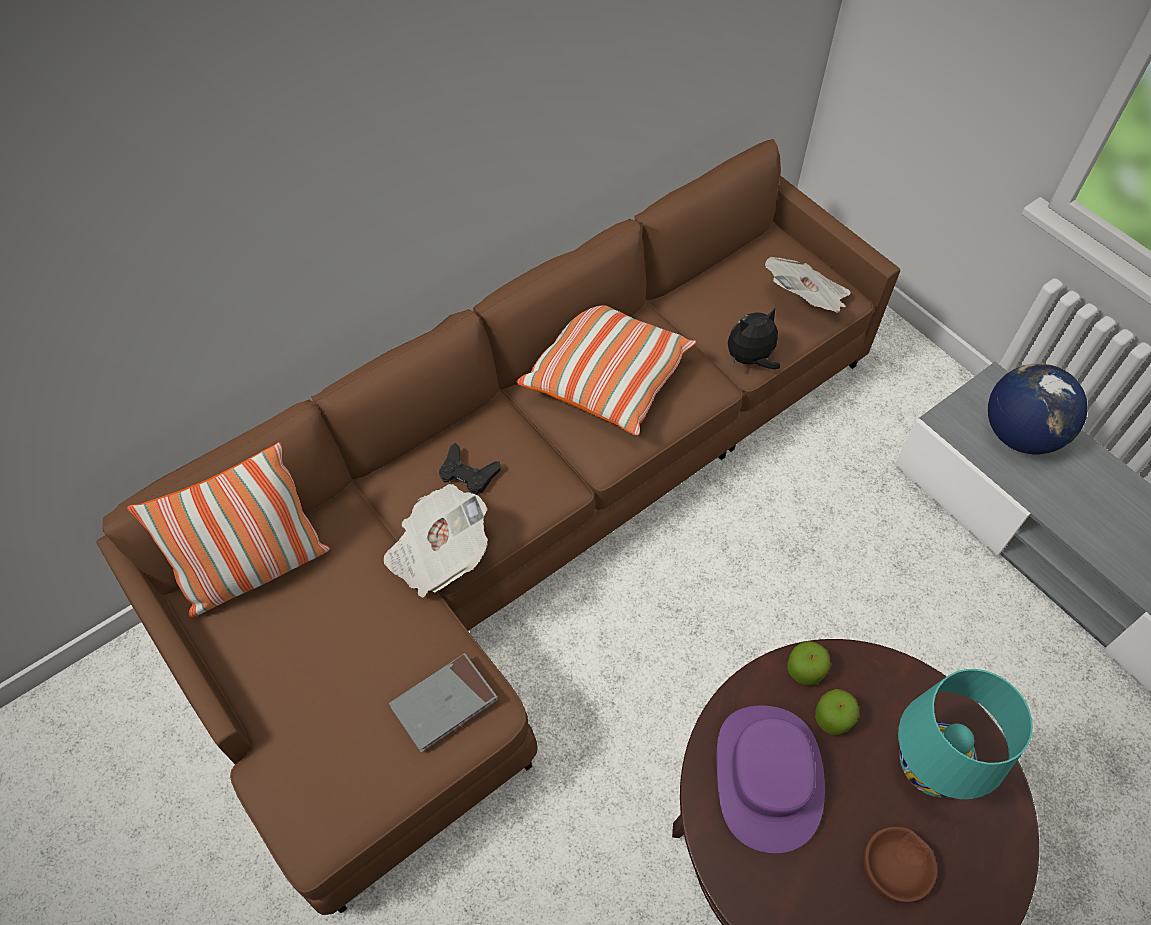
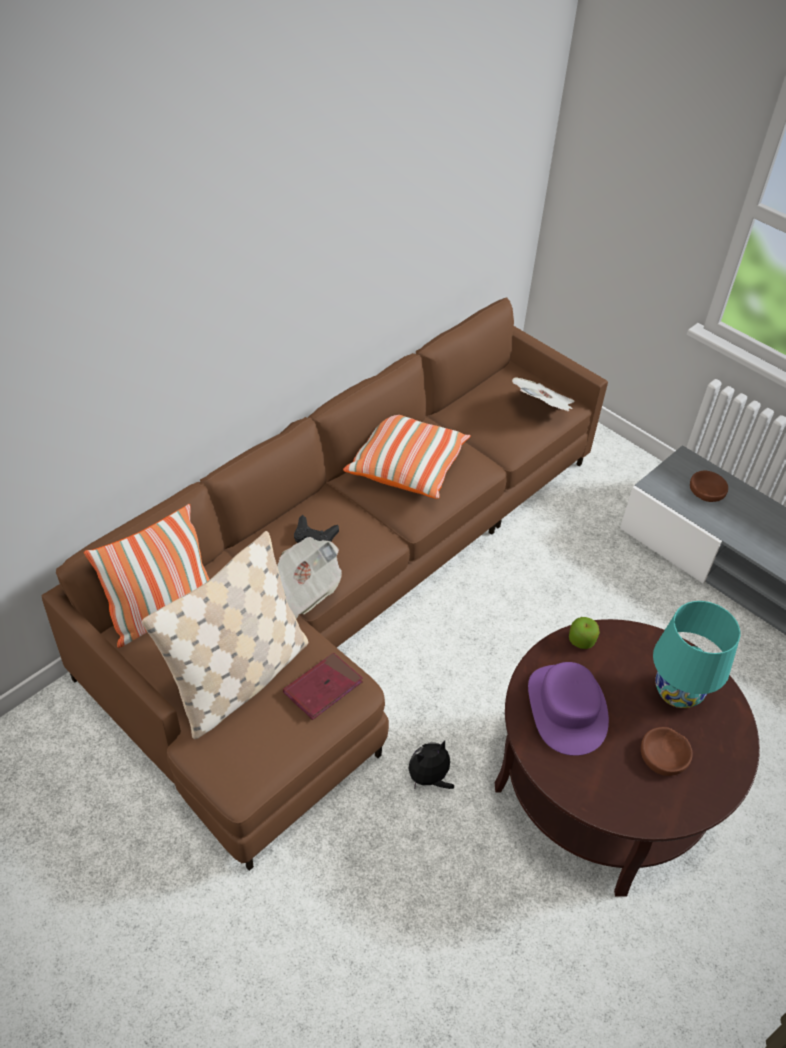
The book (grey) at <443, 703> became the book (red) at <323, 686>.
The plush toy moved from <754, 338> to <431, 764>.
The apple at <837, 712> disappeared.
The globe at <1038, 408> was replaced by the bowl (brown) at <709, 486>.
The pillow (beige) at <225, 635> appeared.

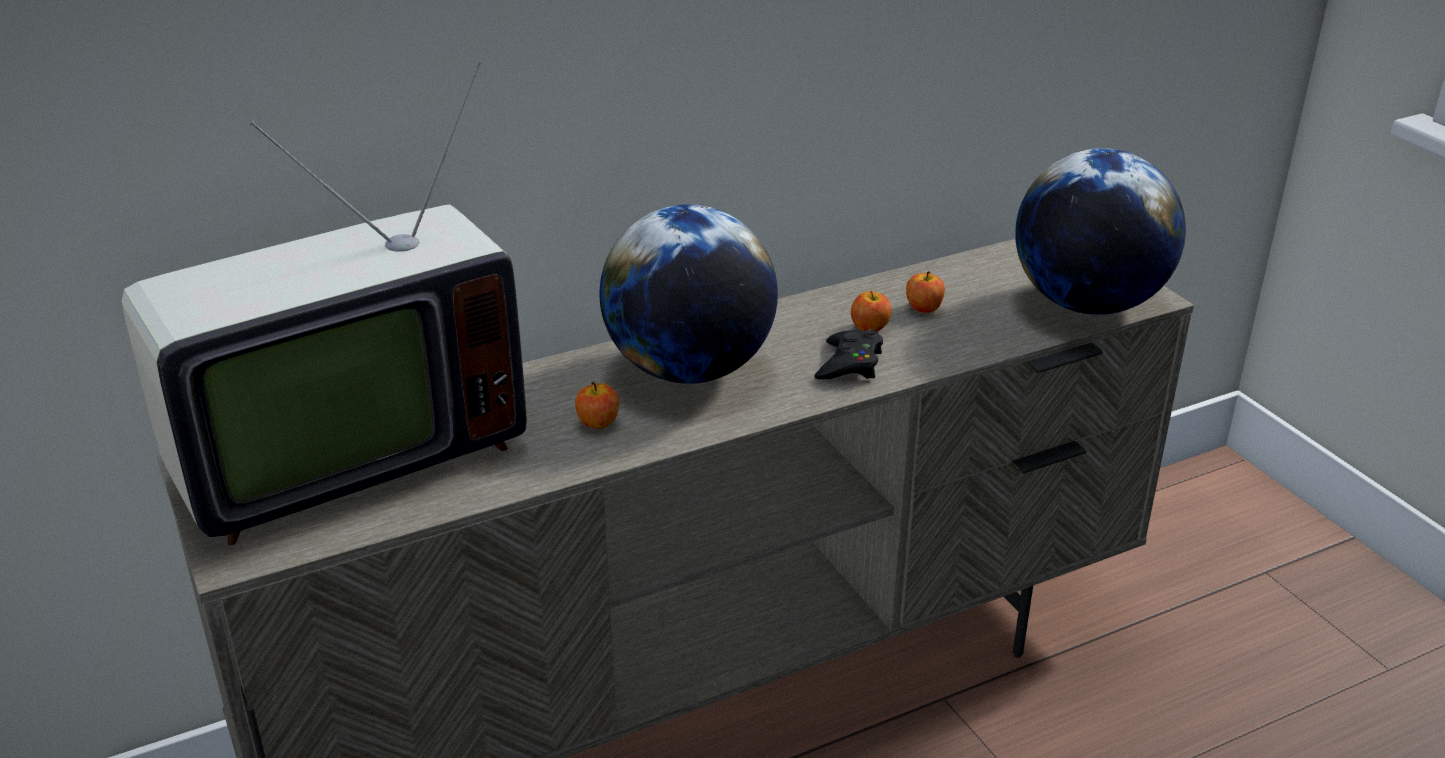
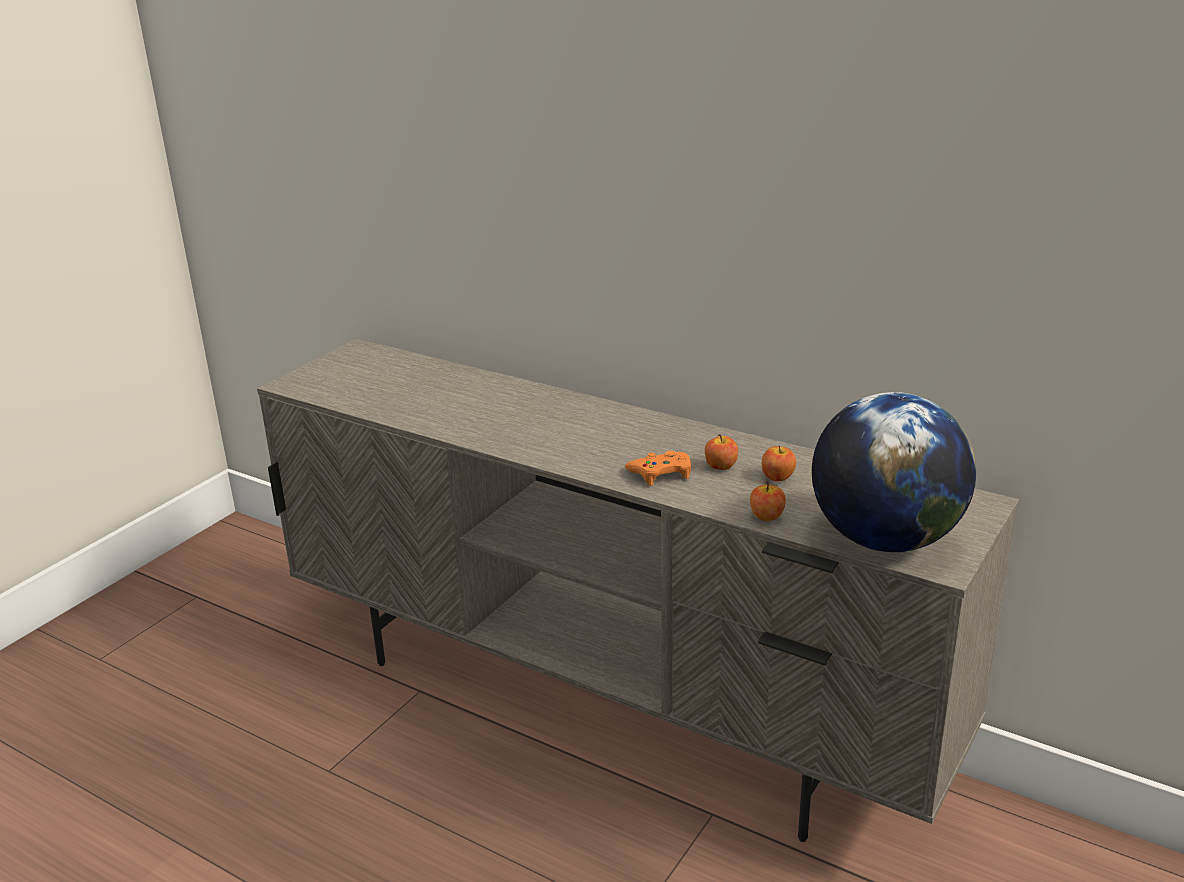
The television at <324, 302> disappeared.
The apple moved from <597, 405> to <768, 501>.
The globe at <689, 294> disappeared.
The game controller (black) at <848, 354> became the game controller (orange) at <658, 468>.

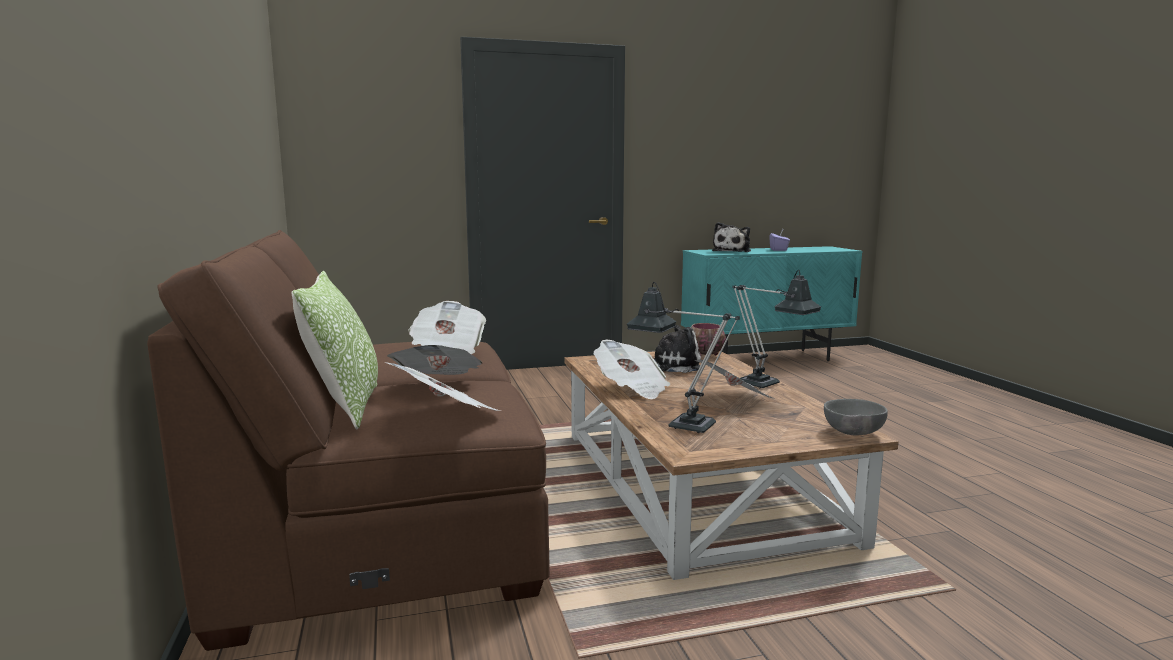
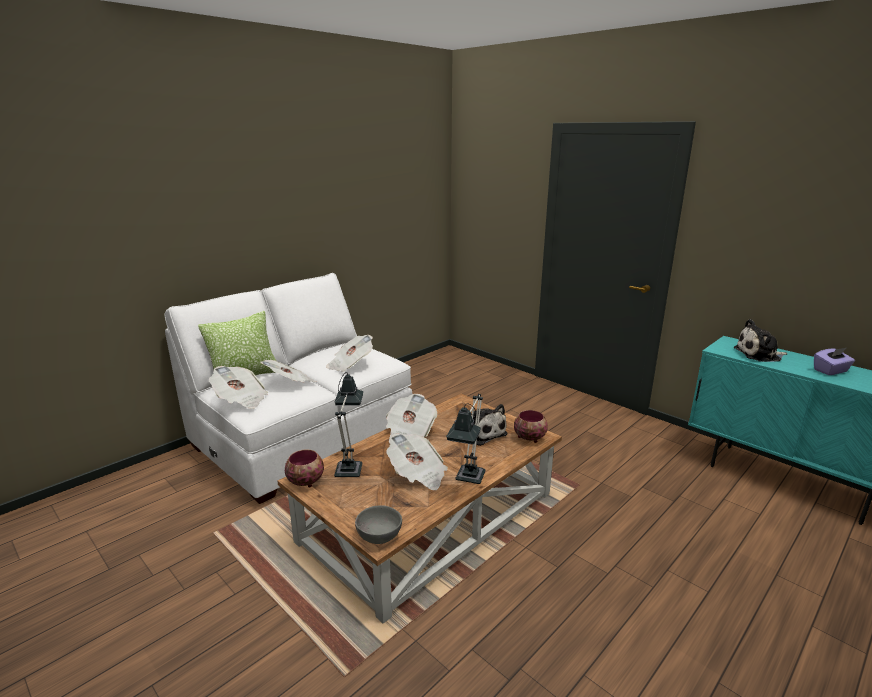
The sofa (brown) at <348, 440> became the sofa (white) at <288, 388>.
The bowl at <304, 468> appeared.

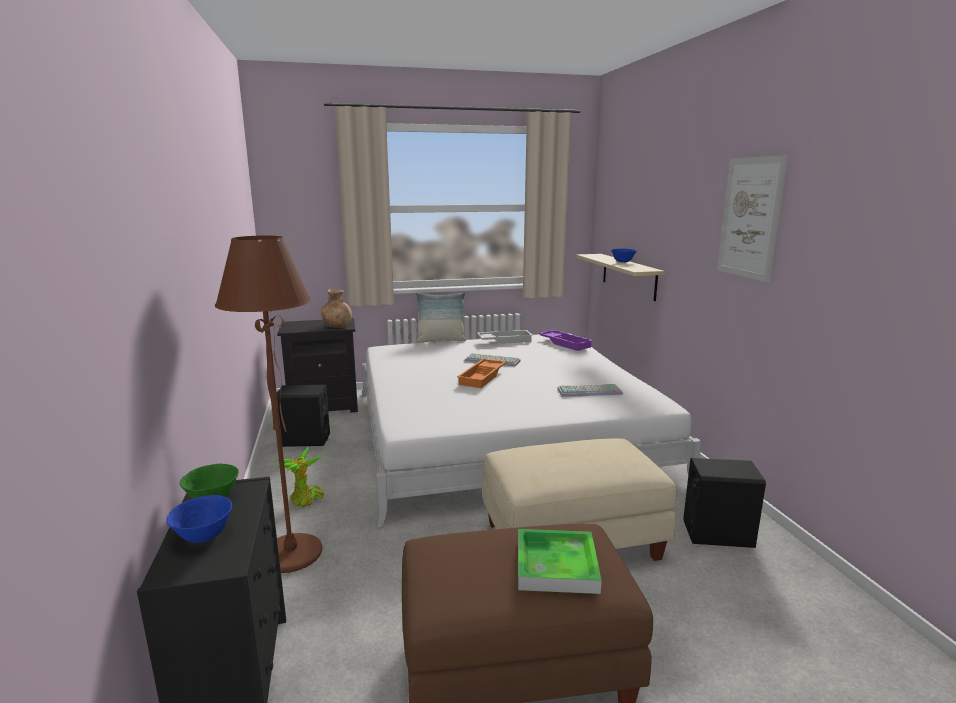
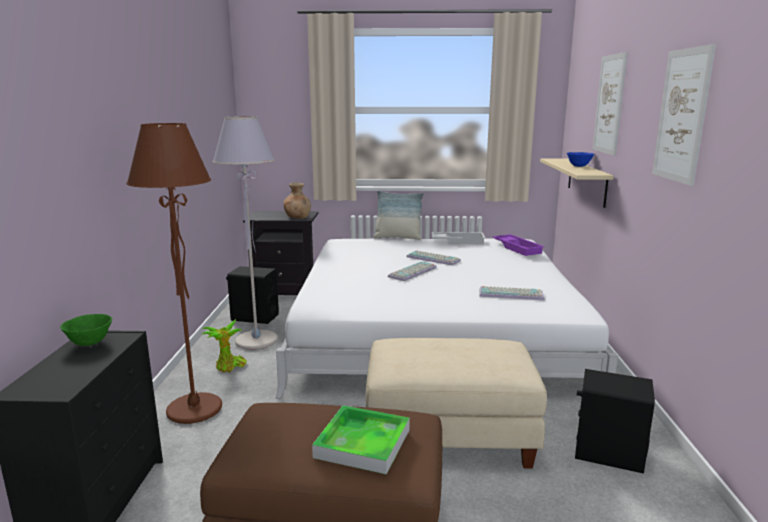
The bowl (blue) at <199, 519> disappeared.
The tray (orange) at <481, 373> was replaced by the keyboard at <412, 271>.
The floor lamp (grey) at <245, 233> appeared.
The picture at <610, 104> appeared.

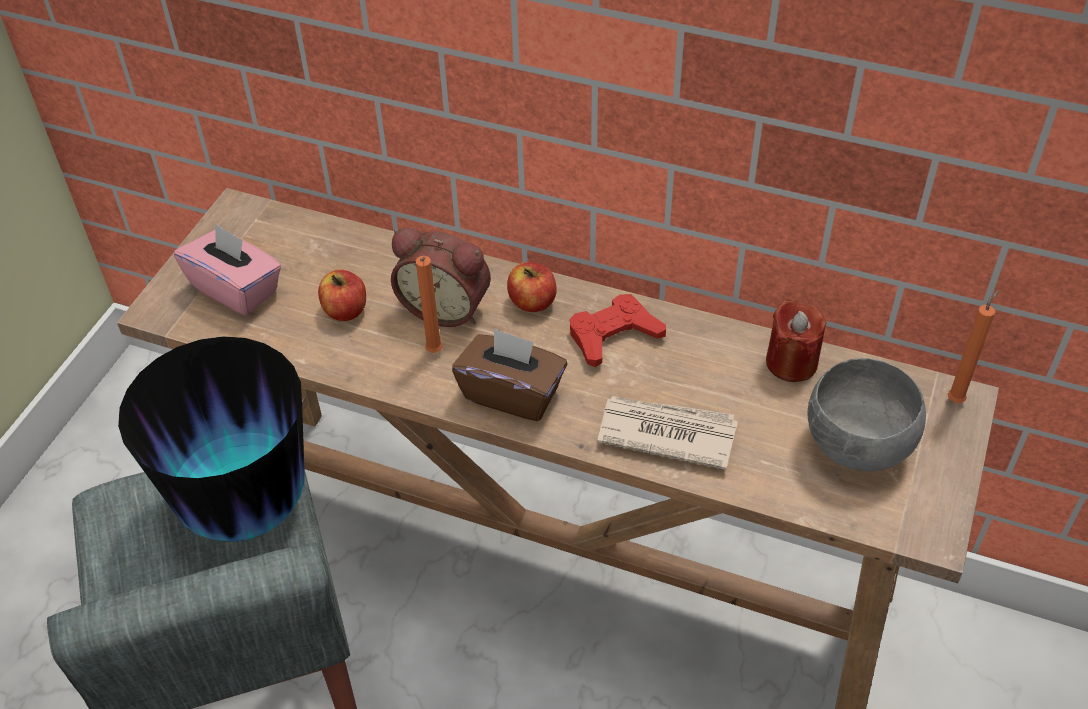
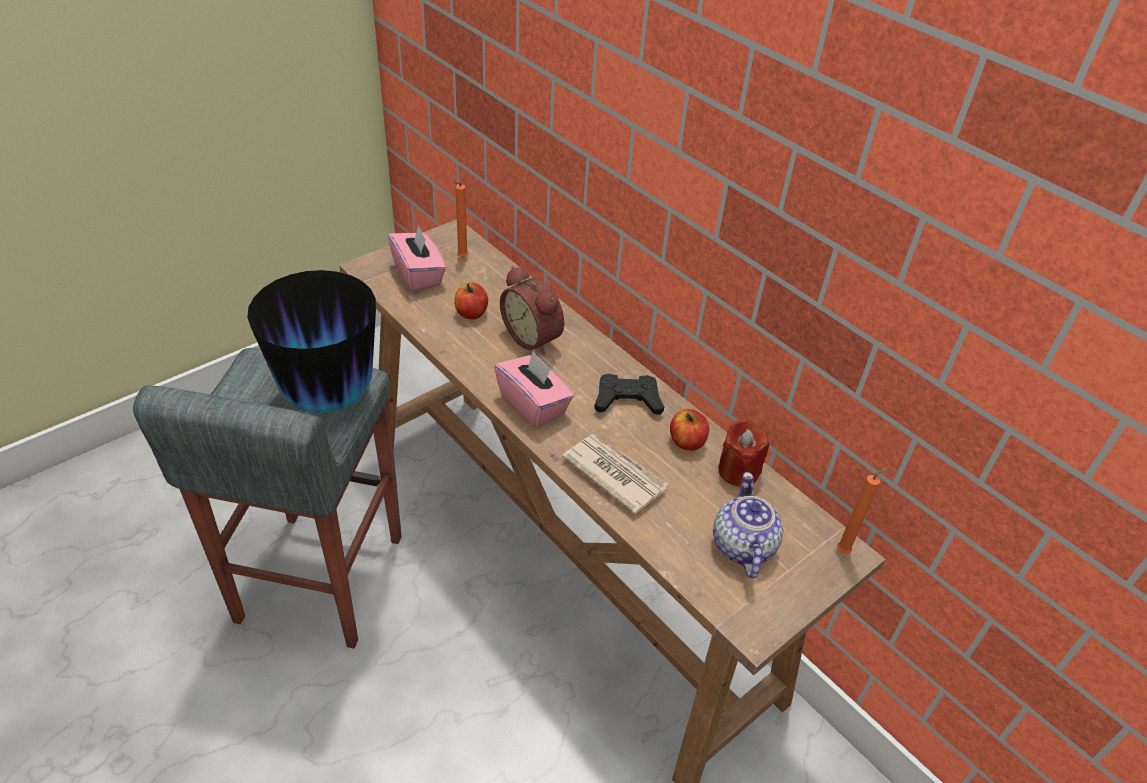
The candle (orange) moved from <429, 304> to <461, 220>.
The tissue box (brown) at <509, 374> became the tissue box (pink) at <534, 389>.
The apple moved from <532, 287> to <689, 430>.
The game controller (red) at <618, 330> became the game controller (black) at <629, 394>.
The bowl (grey) at <866, 414> was replaced by the teapot at <748, 525>.

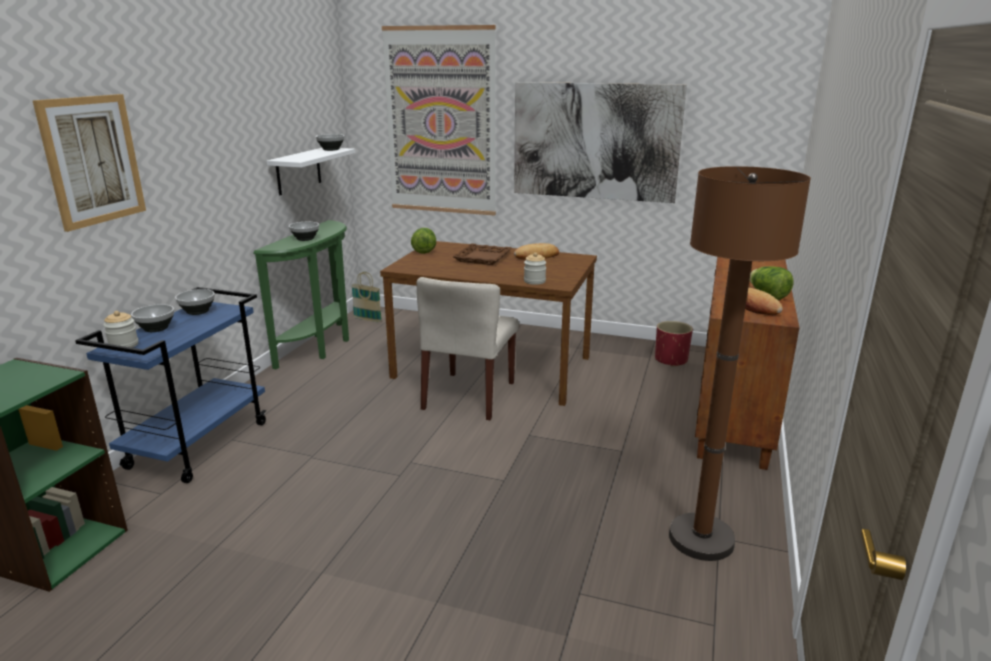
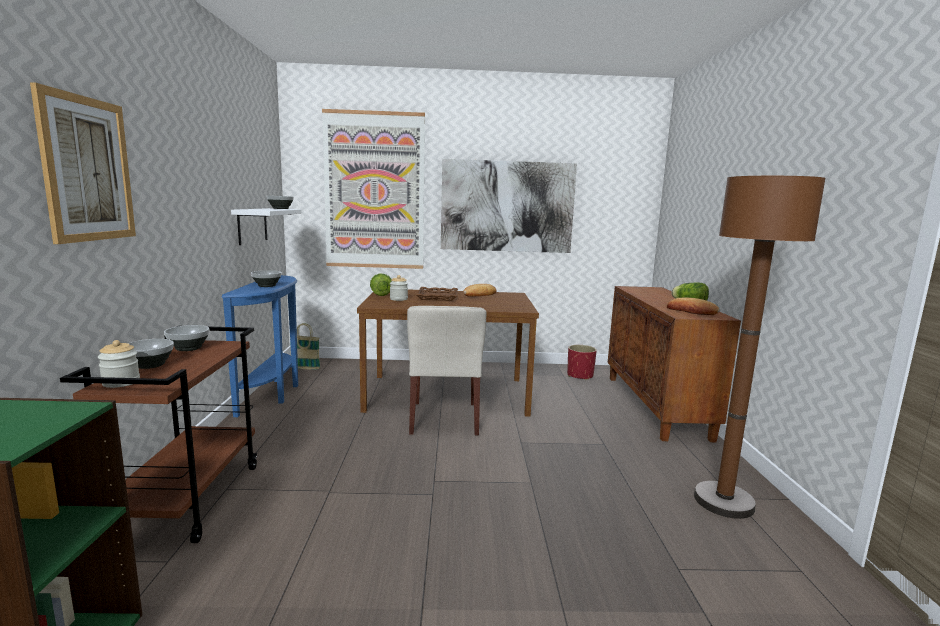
The cart (blue) at <171, 385> became the cart (brown) at <159, 434>.
The console table (green) at <301, 295> became the console table (blue) at <260, 346>.
The jar moved from <535, 268> to <399, 288>.

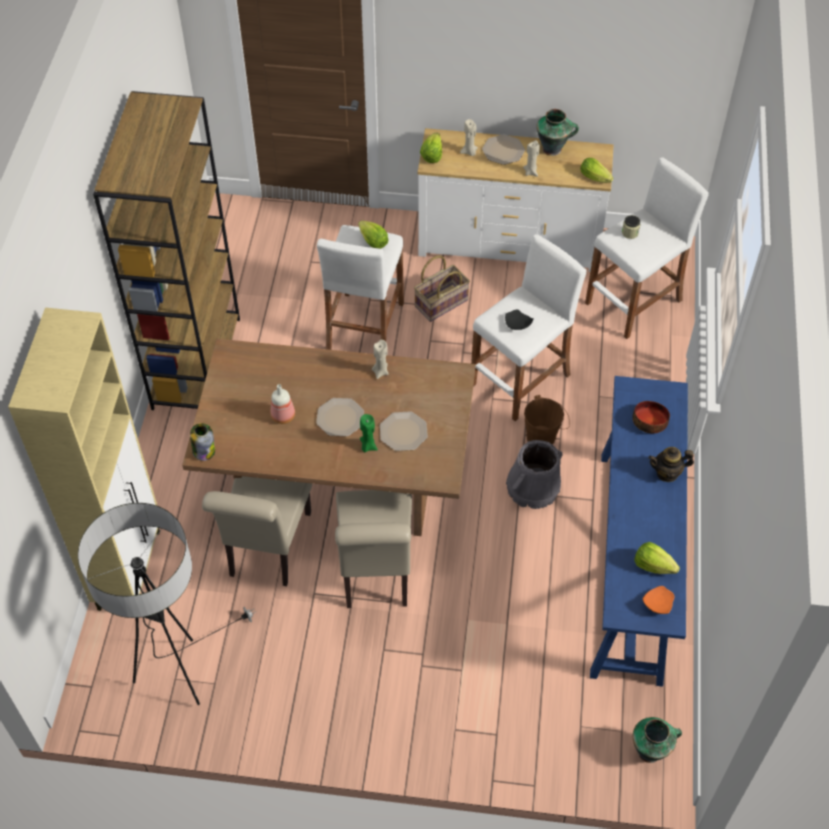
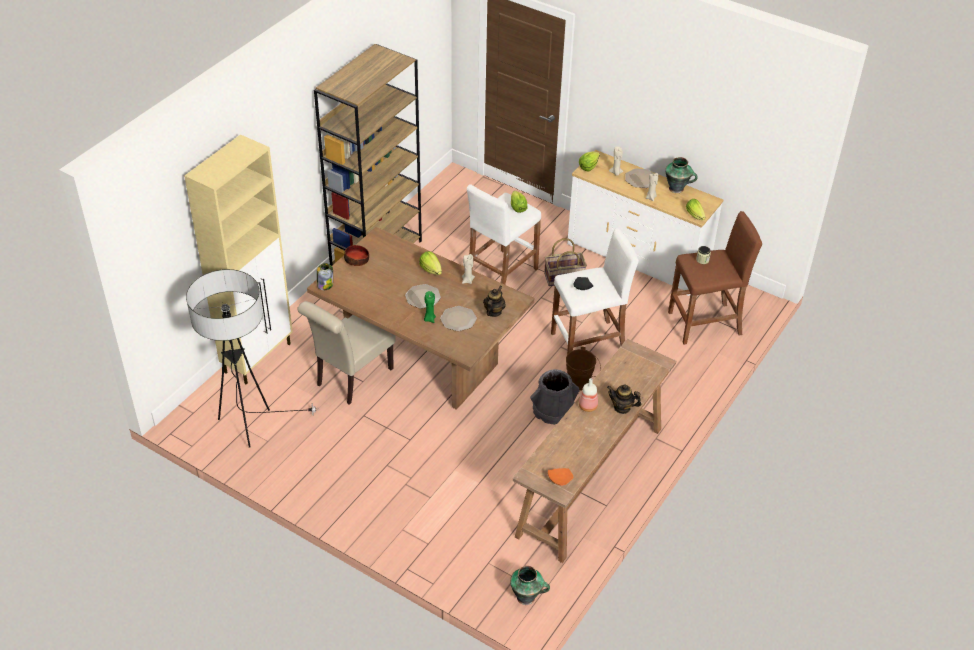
The bottle moved from <283, 404> to <588, 395>.
The chair (beige) at <373, 549> disappeared.
The stool (white) at <647, 248> became the stool (brown) at <715, 278>.
The console table (blue) at <639, 531> became the console table (brown) at <594, 451>.
The bowl moved from <651, 417> to <356, 255>.
The lettuce moved from <657, 558> to <430, 263>.
The teapot at <494, 301> appeared.

